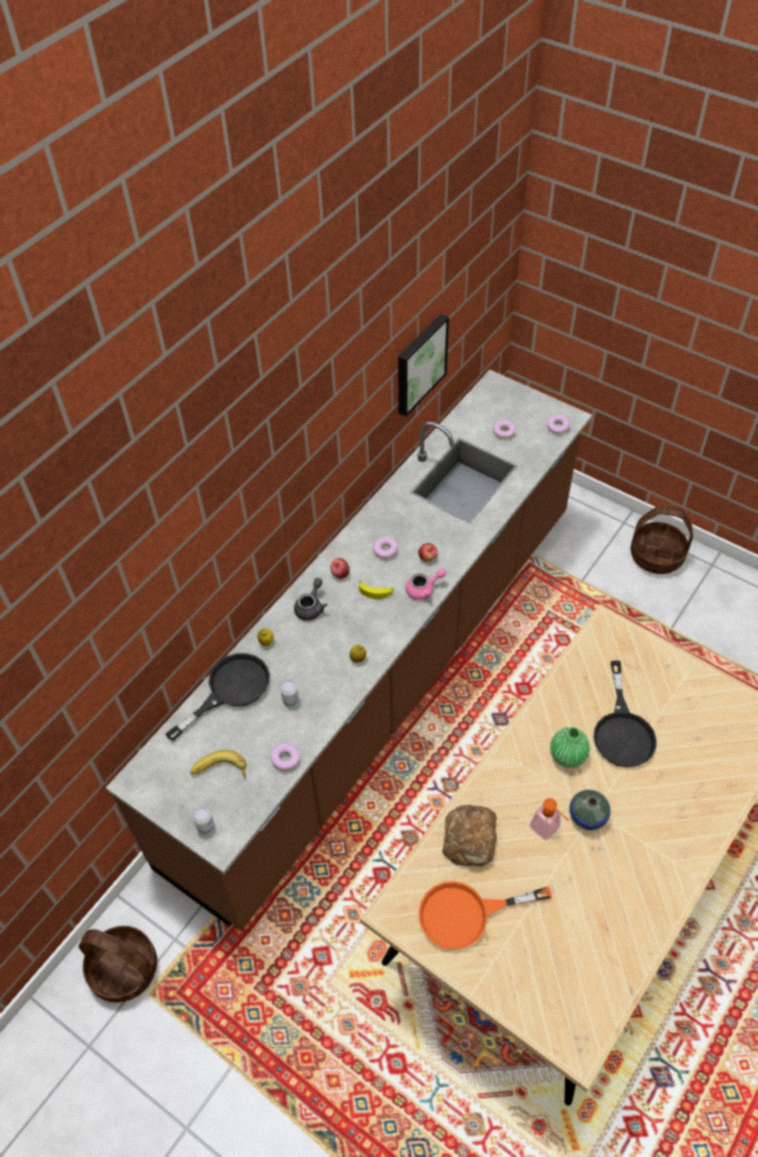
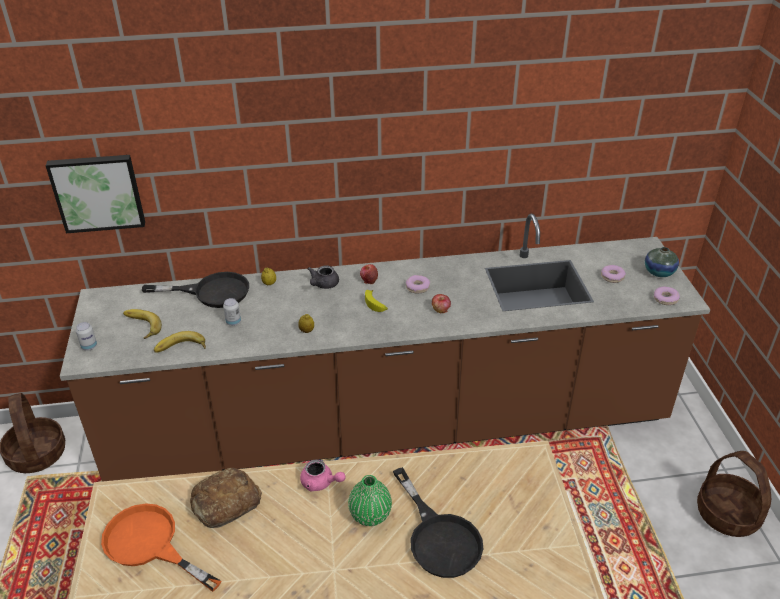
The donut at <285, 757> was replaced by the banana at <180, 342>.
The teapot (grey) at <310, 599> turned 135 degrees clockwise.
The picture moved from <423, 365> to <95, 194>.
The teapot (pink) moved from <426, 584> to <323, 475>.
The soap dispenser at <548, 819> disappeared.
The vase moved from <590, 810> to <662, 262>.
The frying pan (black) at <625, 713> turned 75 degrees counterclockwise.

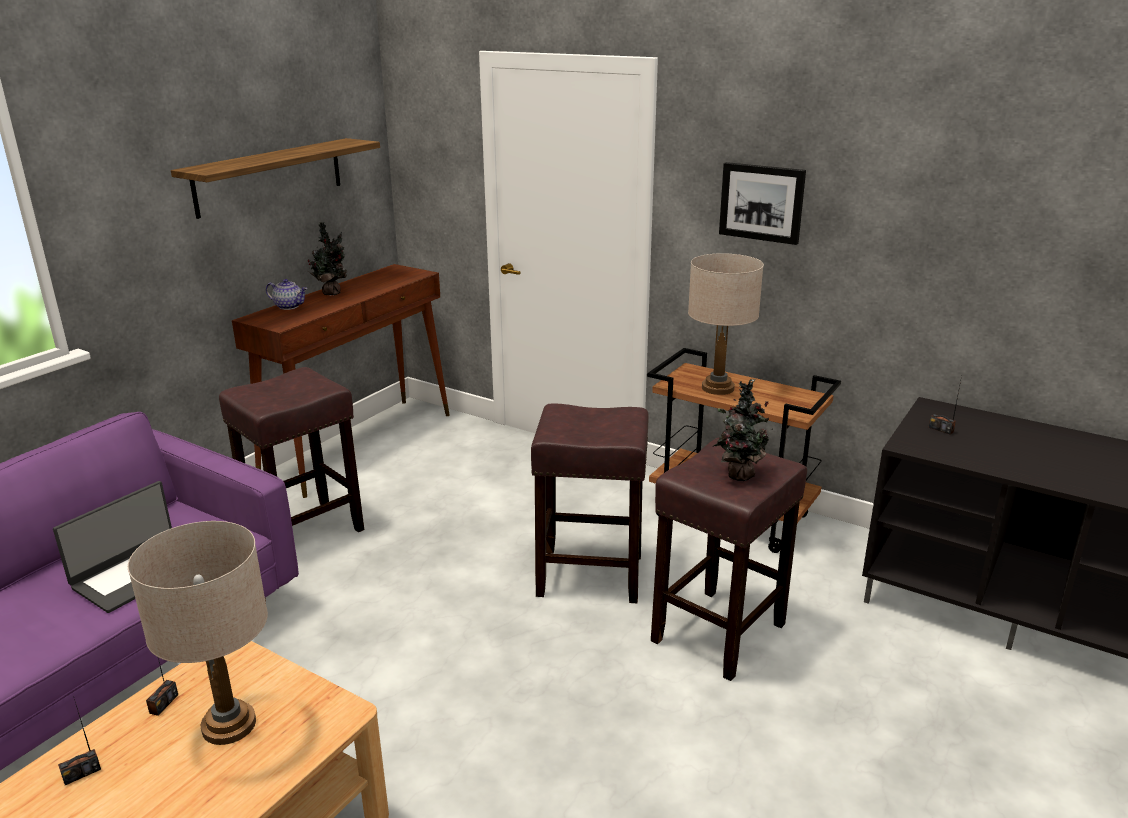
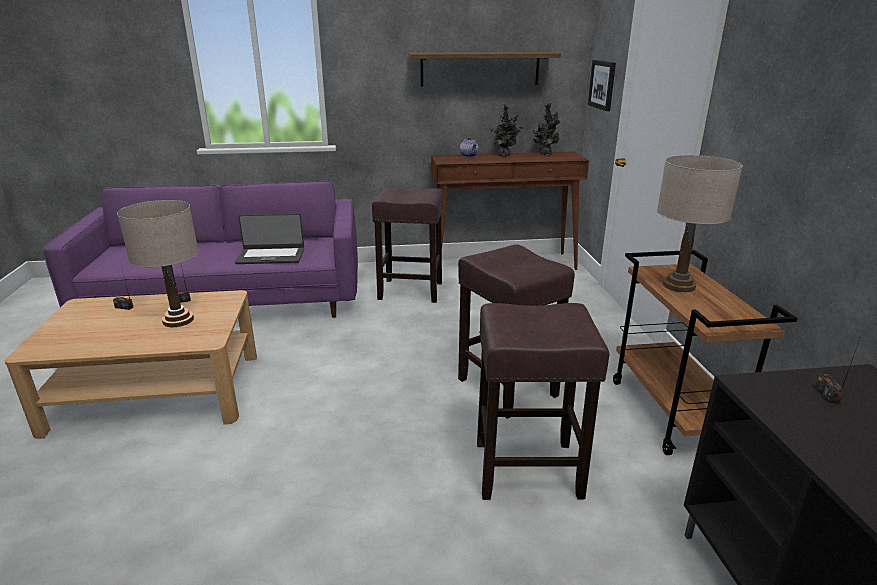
The potted plant moved from <743, 430> to <546, 129>.
The picture moved from <762, 203> to <602, 85>.

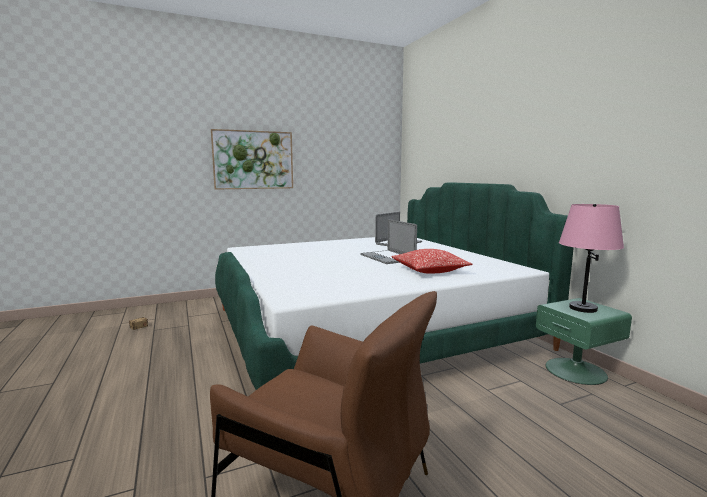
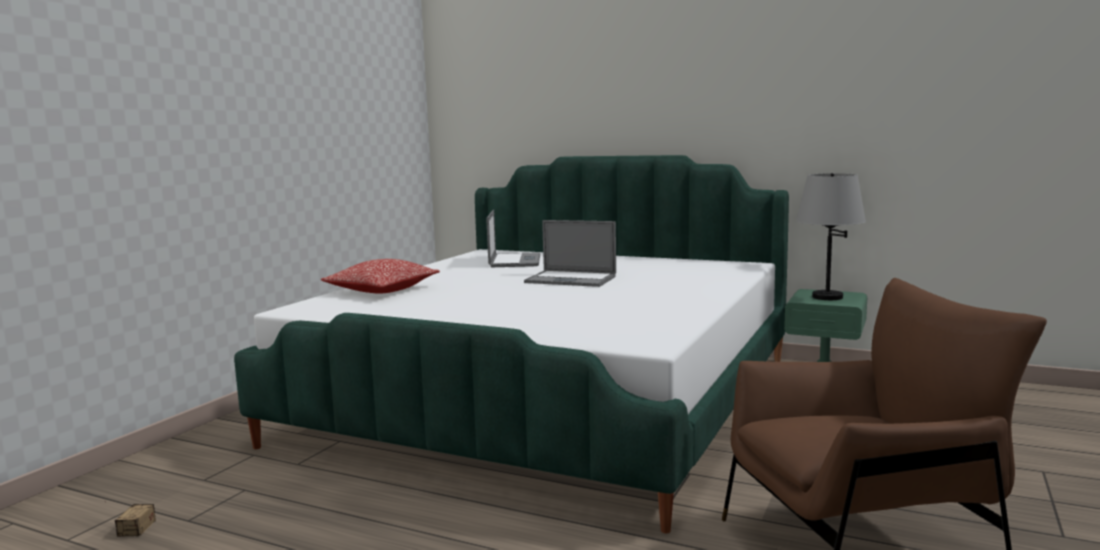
The picture at <252, 159> disappeared.
The pillow moved from <432, 261> to <380, 276>.
The table lamp (pink) at <591, 258> became the table lamp (grey) at <831, 236>.

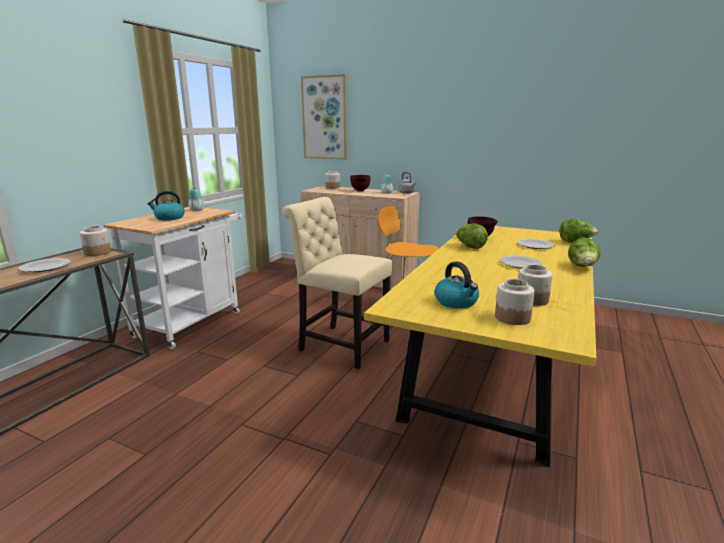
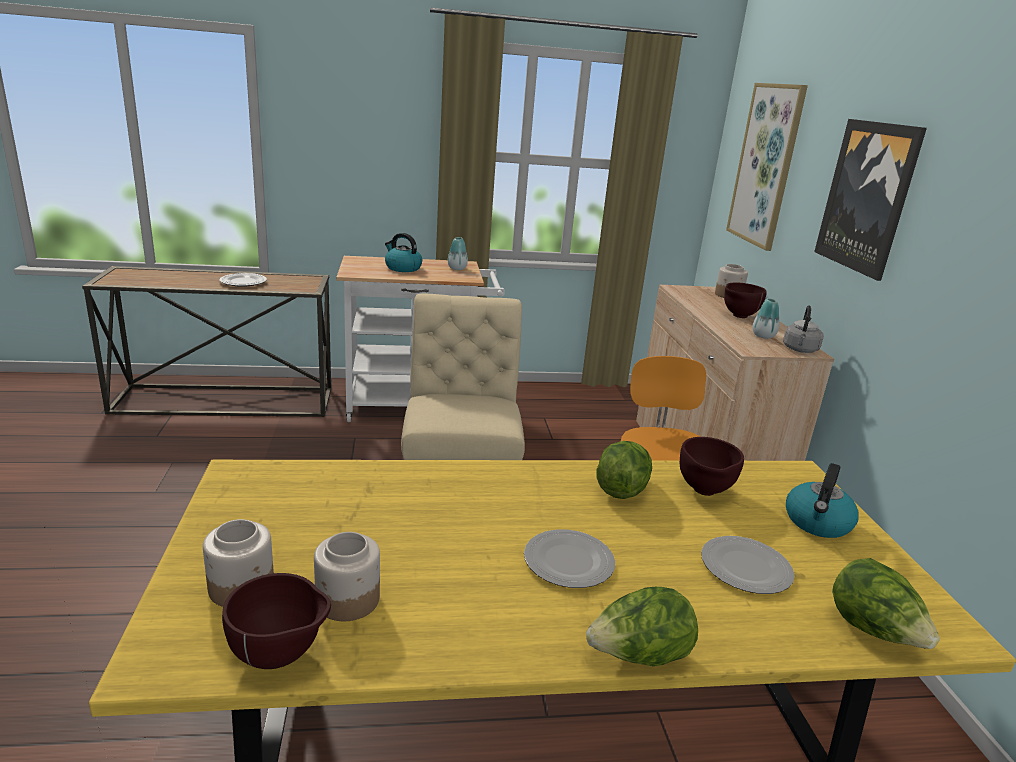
The jar at <95, 241> disappeared.
The kettle moved from <457, 285> to <822, 500>.
The bowl (brown) at <276, 621> appeared.
The picture at <870, 200> appeared.

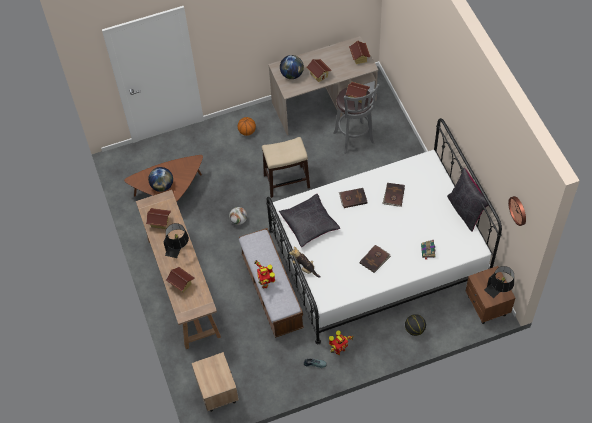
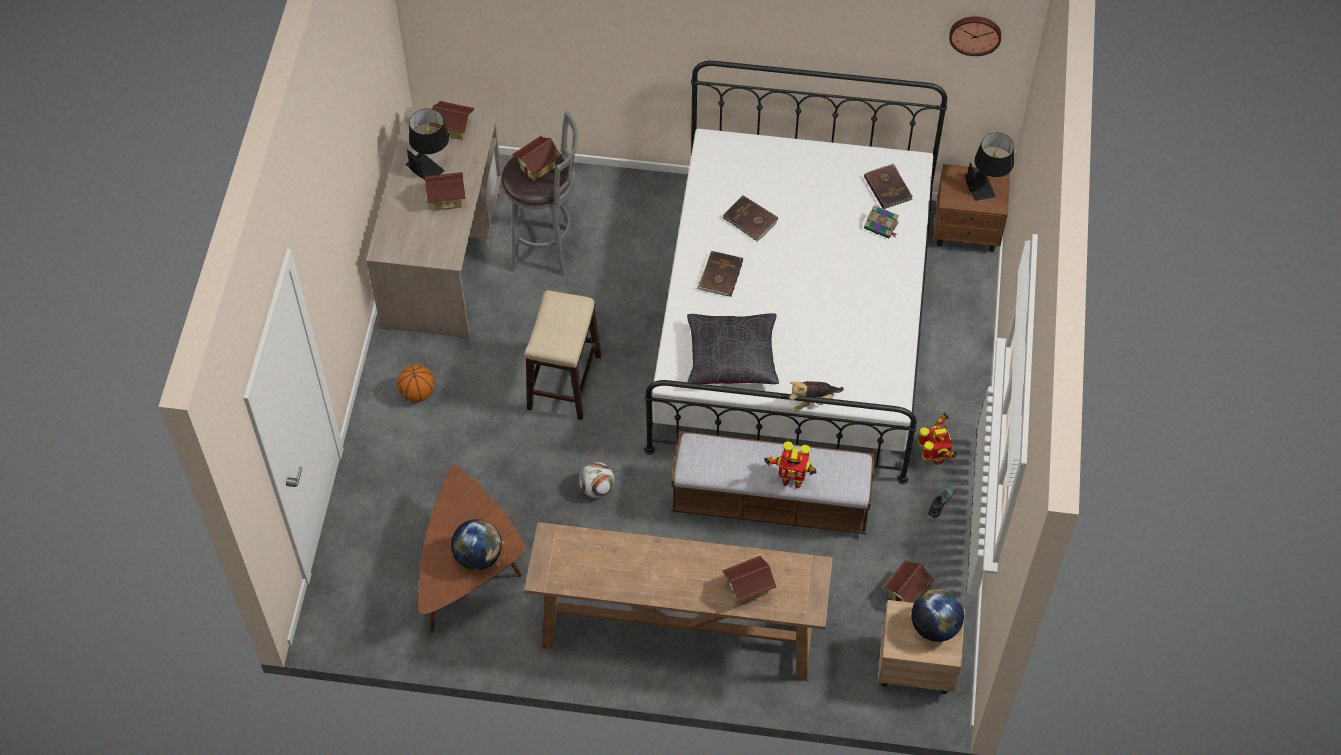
The toy house moved from <158, 218> to <909, 581>.
The table lamp (black) moved from <176, 240> to <427, 144>.
The globe moved from <292, 67> to <937, 615>.
The book (brown) moved from <375, 259> to <888, 186>.
The basketball at <415, 325> disappeared.
The pillow (black) at <467, 200> disappeared.

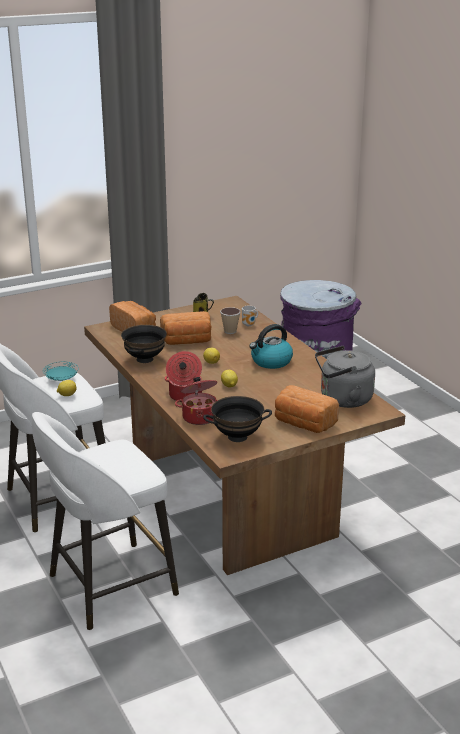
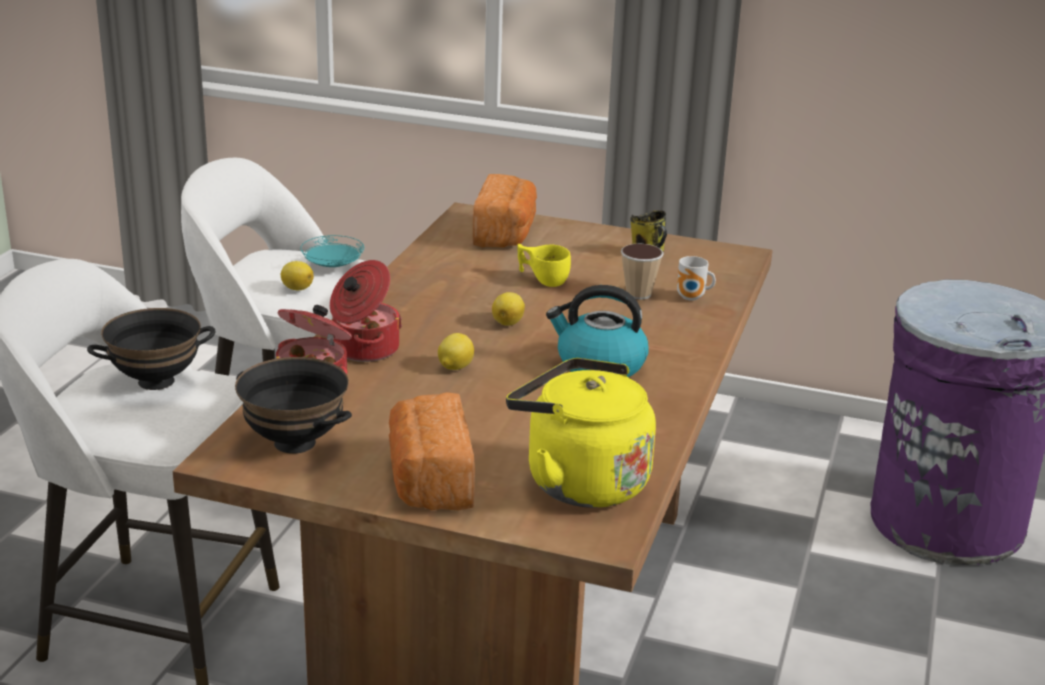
The bowl (black) moved from <144, 344> to <151, 349>.
The bread at <185, 328> was replaced by the cup (yellow) at <544, 265>.
The kettle (grey) at <345, 377> became the kettle (yellow) at <581, 433>.

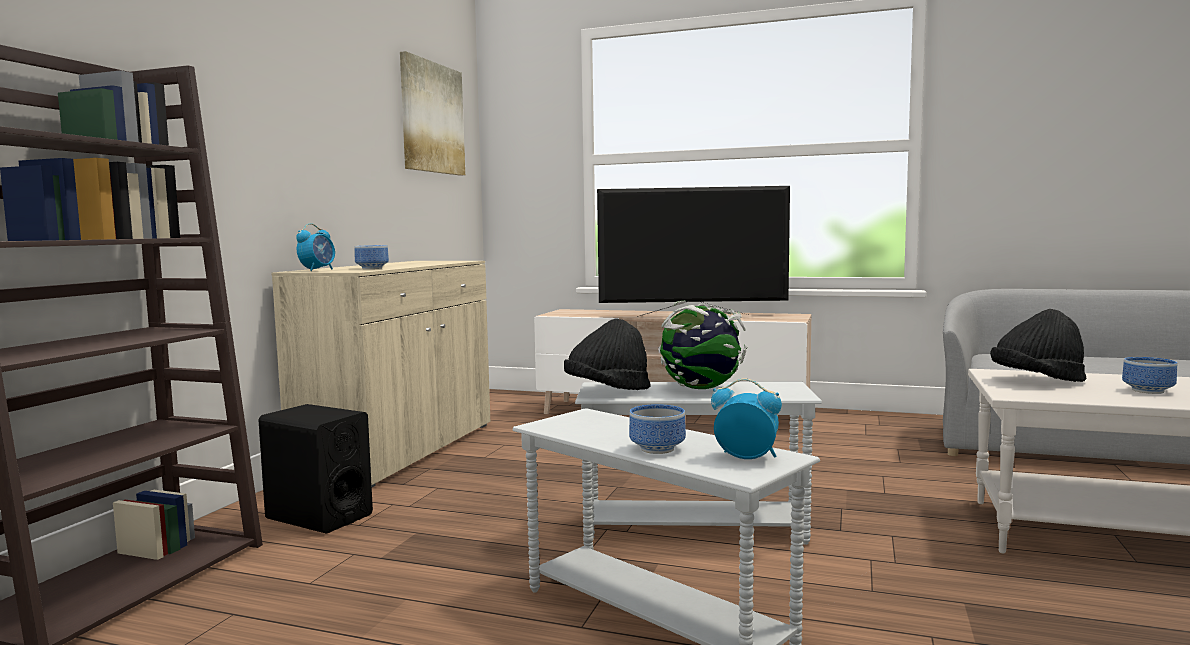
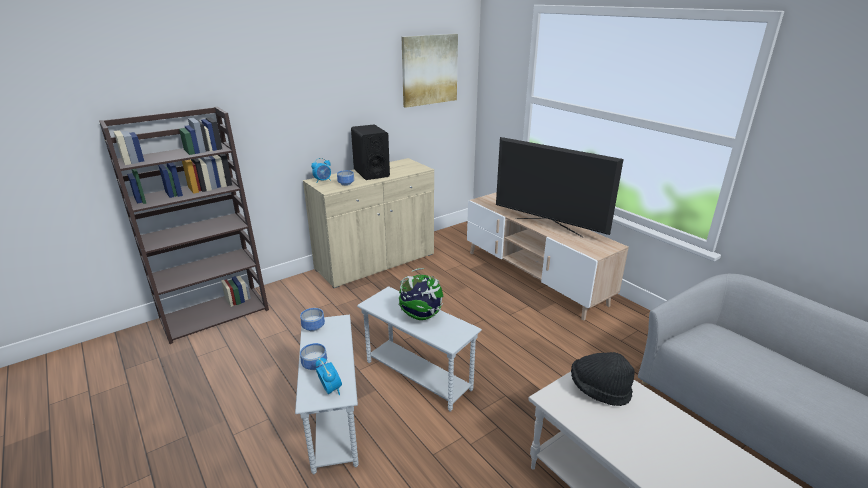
The speaker (black) moved from <316, 469> to <370, 152>.
The hat (black) at <607, 354> disappeared.
The bowl moved from <1149, 375> to <312, 320>.

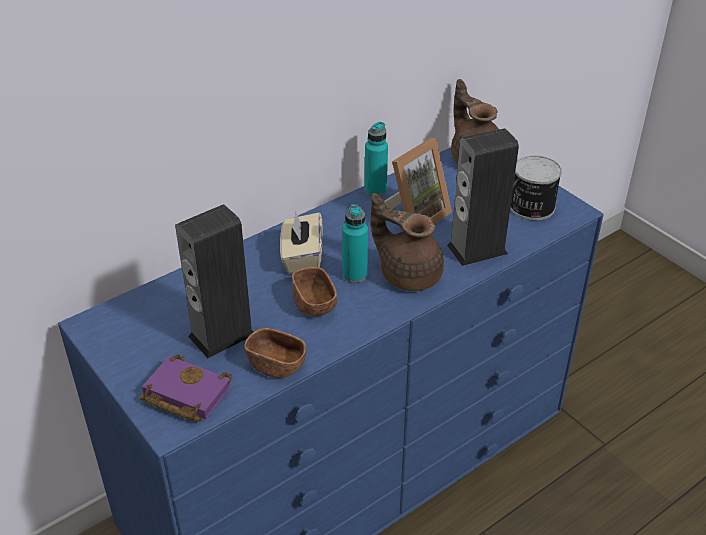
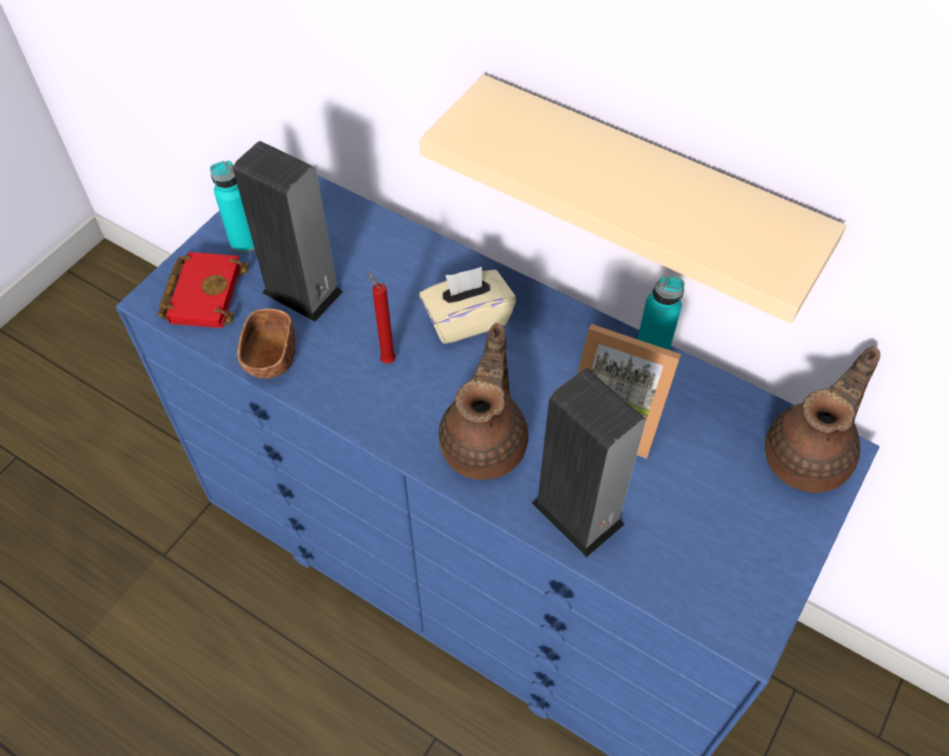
The book (purple) at <186, 388> became the book (red) at <203, 290>.
The bowl (brown) at <314, 291> was replaced by the candle (red) at <382, 318>.
The bottle (turquoise) moved from <355, 243> to <232, 207>.
The can at <536, 187> disappeared.
The shelf (beige) at <632, 199> appeared.

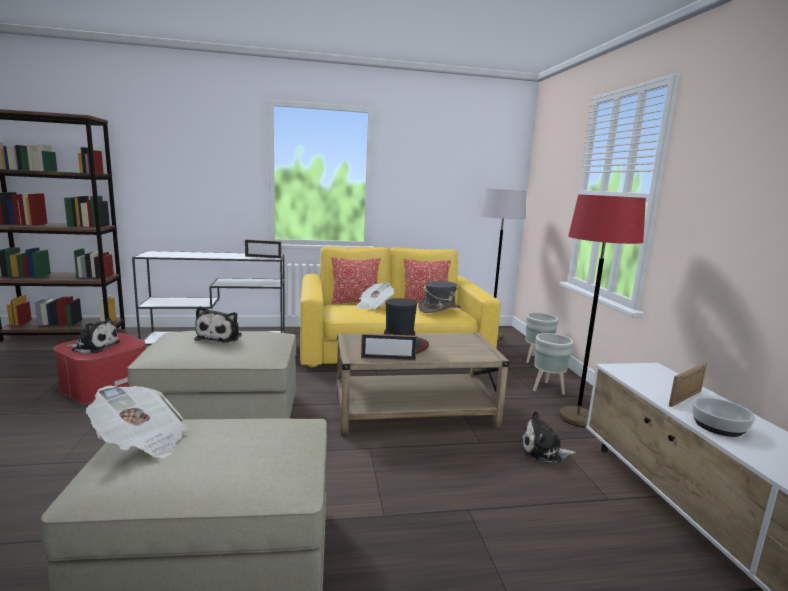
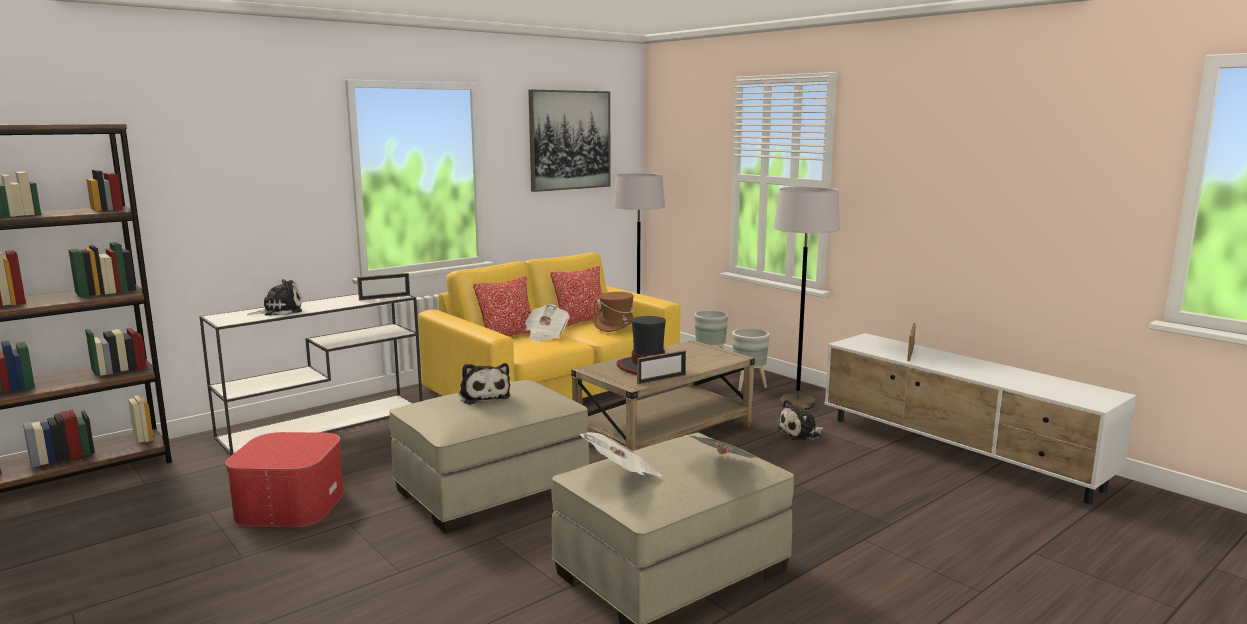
The plush toy moved from <93, 336> to <274, 297>.
The hat (grey) at <439, 297> became the hat (brown) at <616, 312>.
The floor lamp (red) at <602, 310> became the floor lamp (grey) at <807, 298>.
The bowl at <723, 417> disappeared.
The picture at <570, 141> appeared.
The newspaper at <720, 446> appeared.

